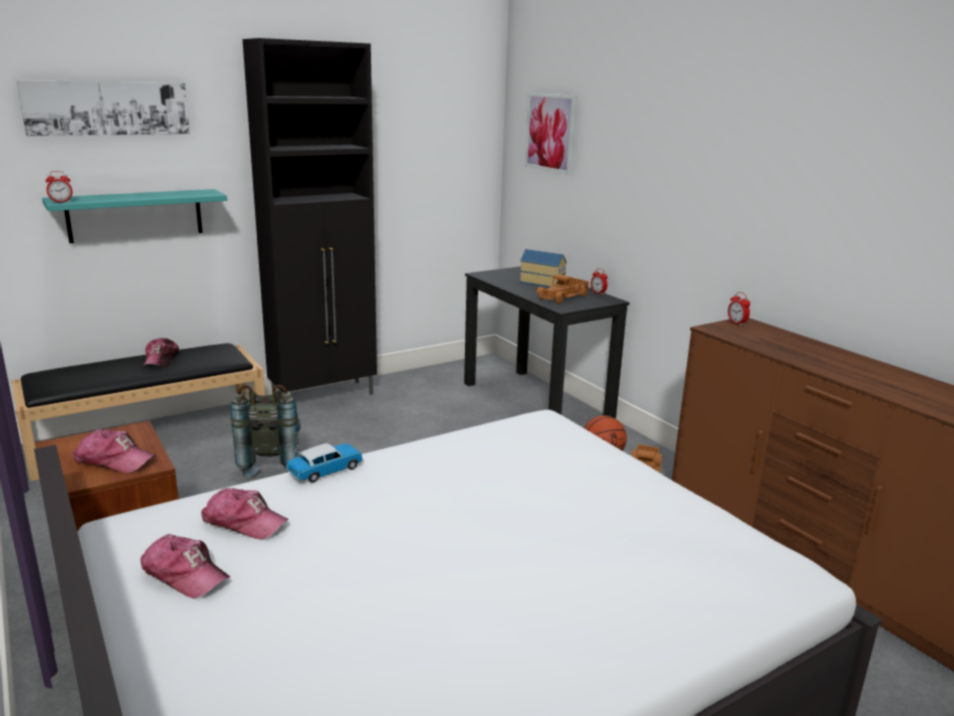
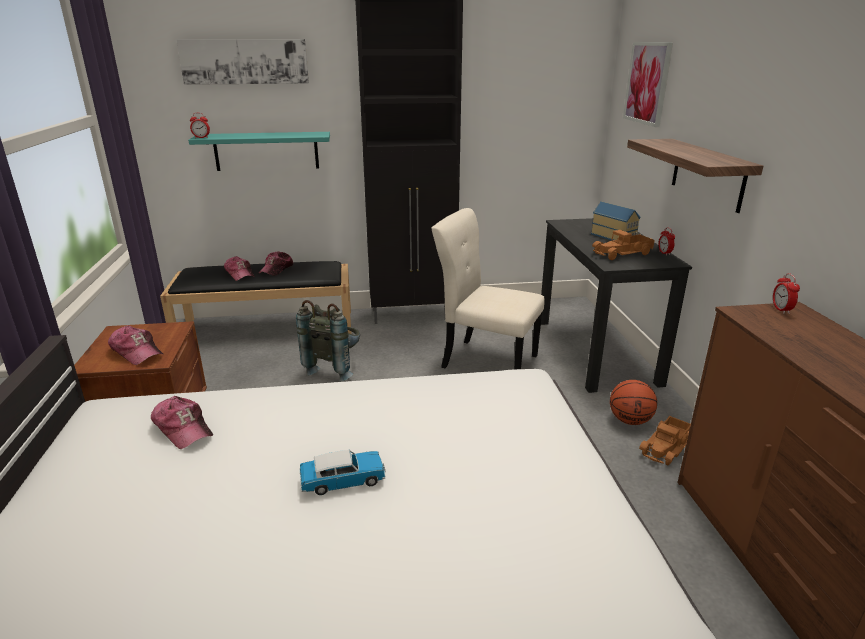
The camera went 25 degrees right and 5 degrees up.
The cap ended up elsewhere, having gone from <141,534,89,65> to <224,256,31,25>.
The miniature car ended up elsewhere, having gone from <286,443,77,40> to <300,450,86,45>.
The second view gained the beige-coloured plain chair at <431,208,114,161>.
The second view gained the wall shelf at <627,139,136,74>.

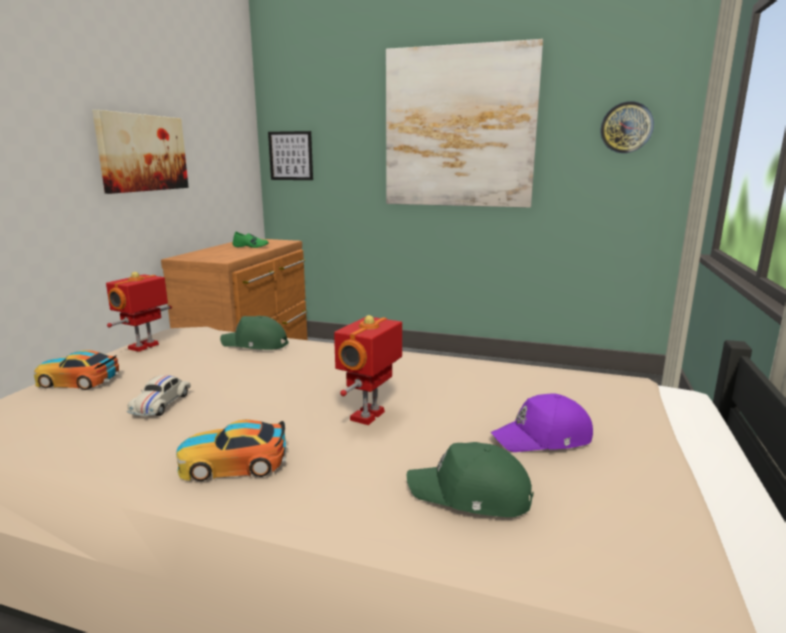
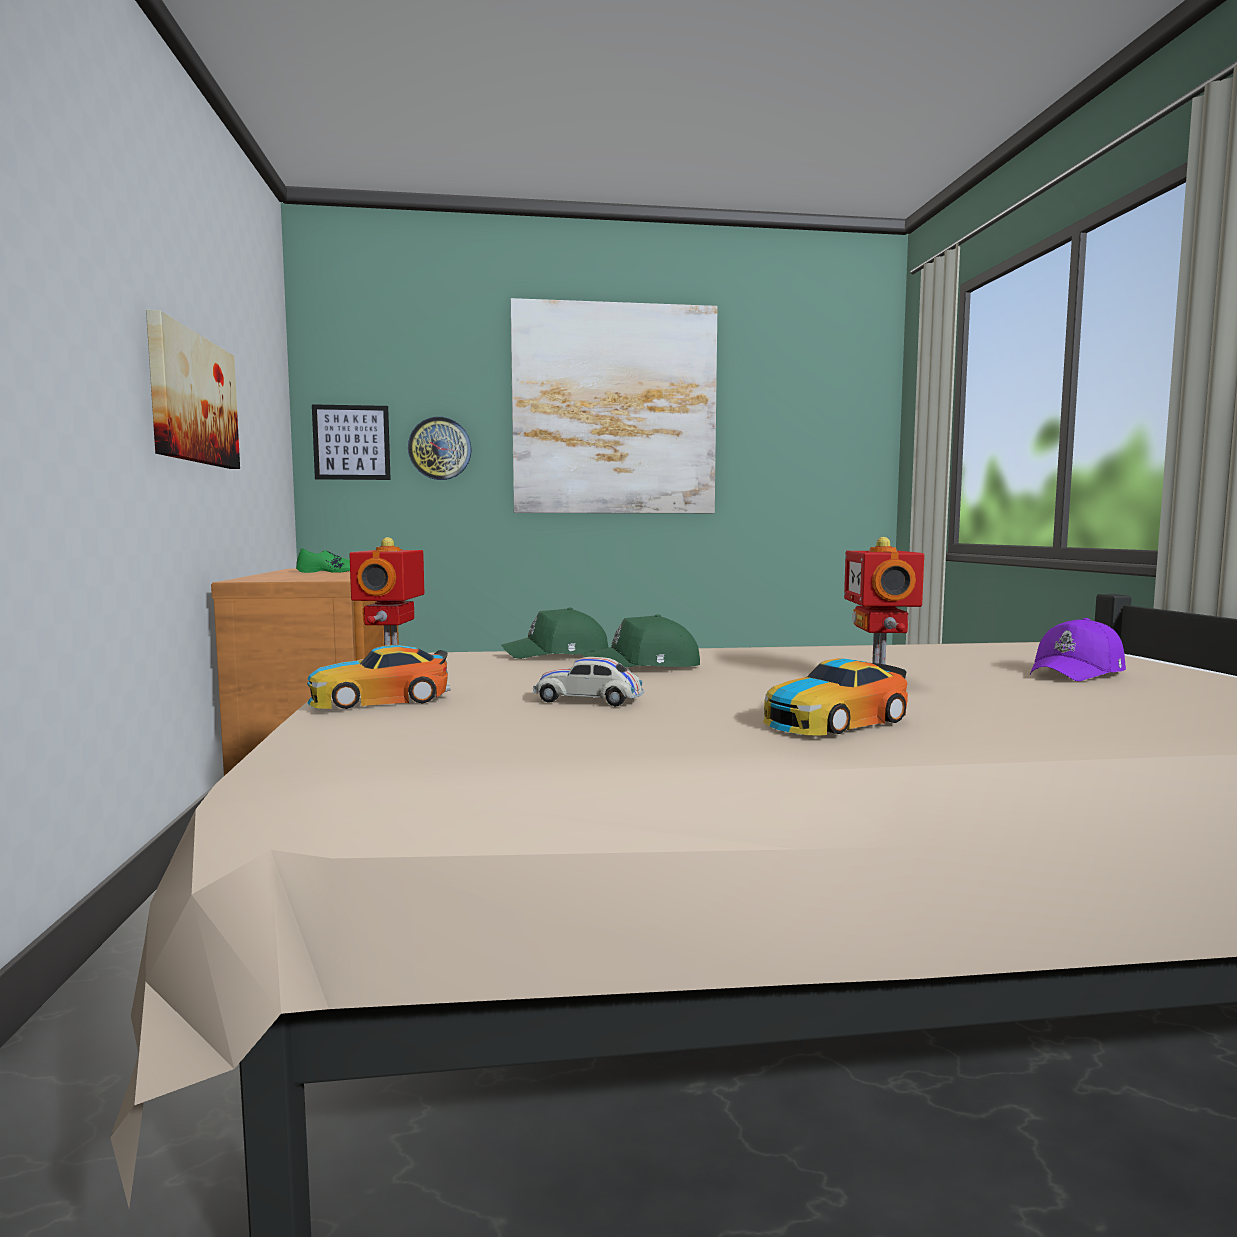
The camera went 25 degrees left and 10 degrees down.
The white-coloured miniature car at <127,375,64,41> ended up facing another way, 120 degrees clockwise from before.
The green-coloured cap ended up elsewhere, having gone from <407,442,127,75> to <583,614,117,53>.
The clock on the wall ended up elsewhere, having gone from <601,101,53,52> to <408,417,64,63>.

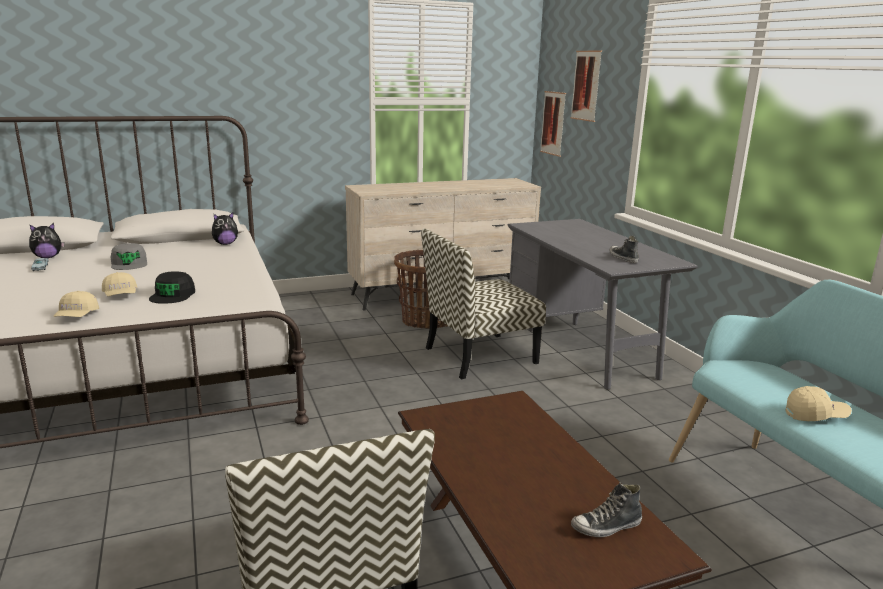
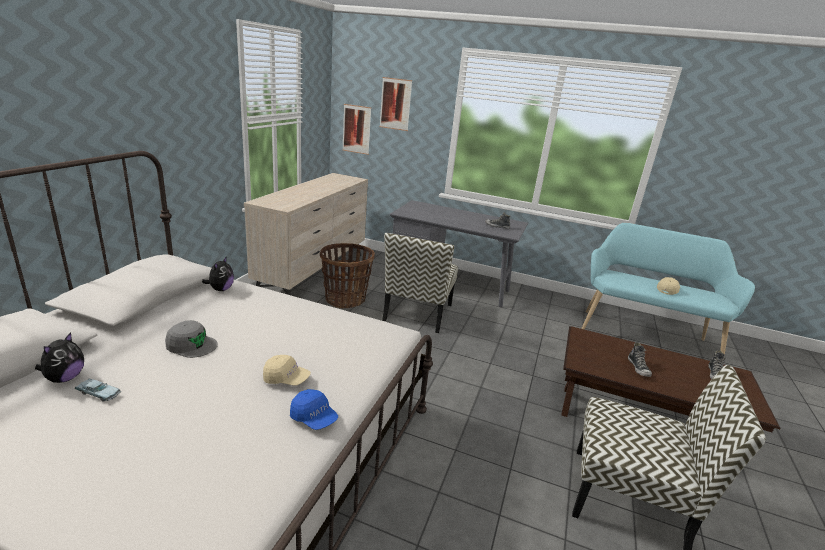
The camera went 50 degrees left and 5 degrees up.
What was the beige-coloured cap at <53,291,46,26> turned into the blue cap at <290,389,48,41>.
The second view lost the black cap at <149,271,46,33>.
The second view gained the low shoe at <628,342,24,35>.

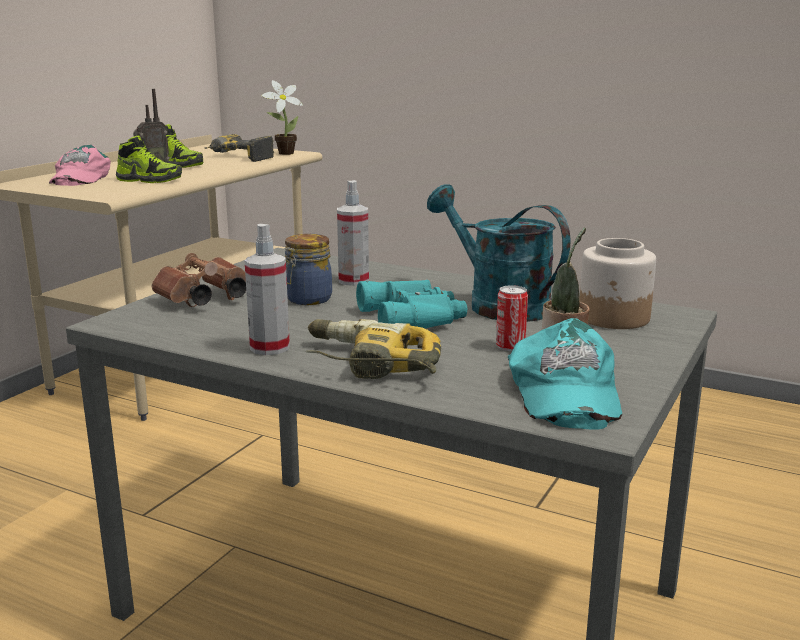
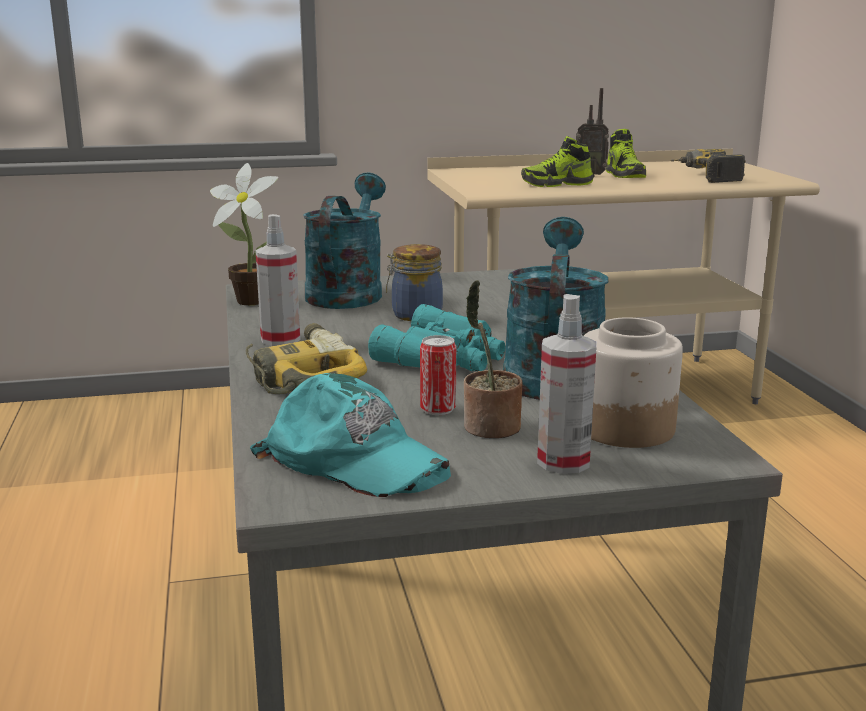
The camera went 50 degrees right and 0 degrees up.
The second view lost the pinkish cap at <49,145,62,41>.
The low shoe at <116,135,66,48> ended up facing another way, 105 degrees clockwise from before.
Where the brown-coloured field glasses stood at <152,253,94,54>, the turquoise watering can came to stand at <303,172,83,137>.
The plant in a pot ended up elsewhere, having gone from <261,80,42,75> to <210,163,69,142>.
The spray bottle ended up elsewhere, having gone from <337,180,32,106> to <537,294,60,180>.
The turquoise cap at <508,318,114,112> ended up facing another way, 105 degrees counterclockwise from before.

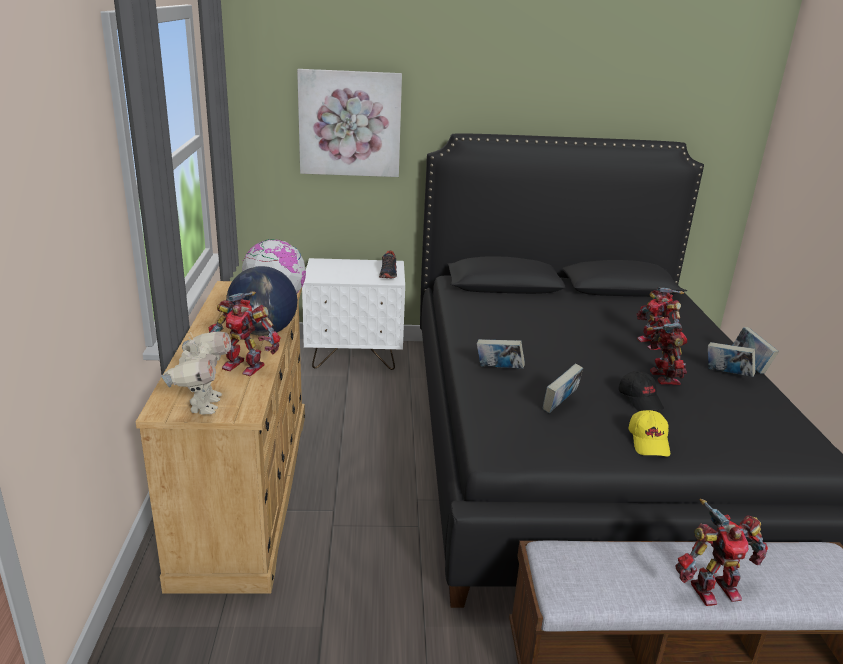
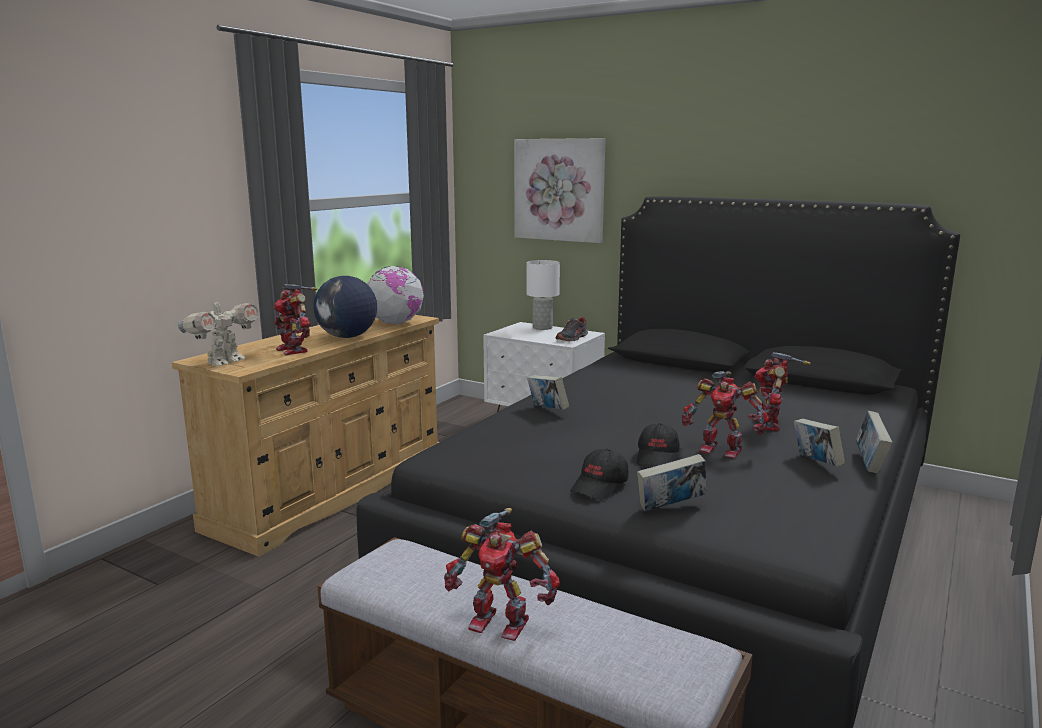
The camera went 35 degrees right and 10 degrees down.
The volume ended up elsewhere, having gone from <543,364,40,49> to <637,454,69,57>.
What was the yellow-coloured cap at <628,410,42,47> turned into the black cap at <570,449,59,51>.
The robot figure at <646,317,41,68> ended up facing another way, 90 degrees clockwise from before.
The second view gained the white-coloured lamp for a table at <526,260,34,70>.

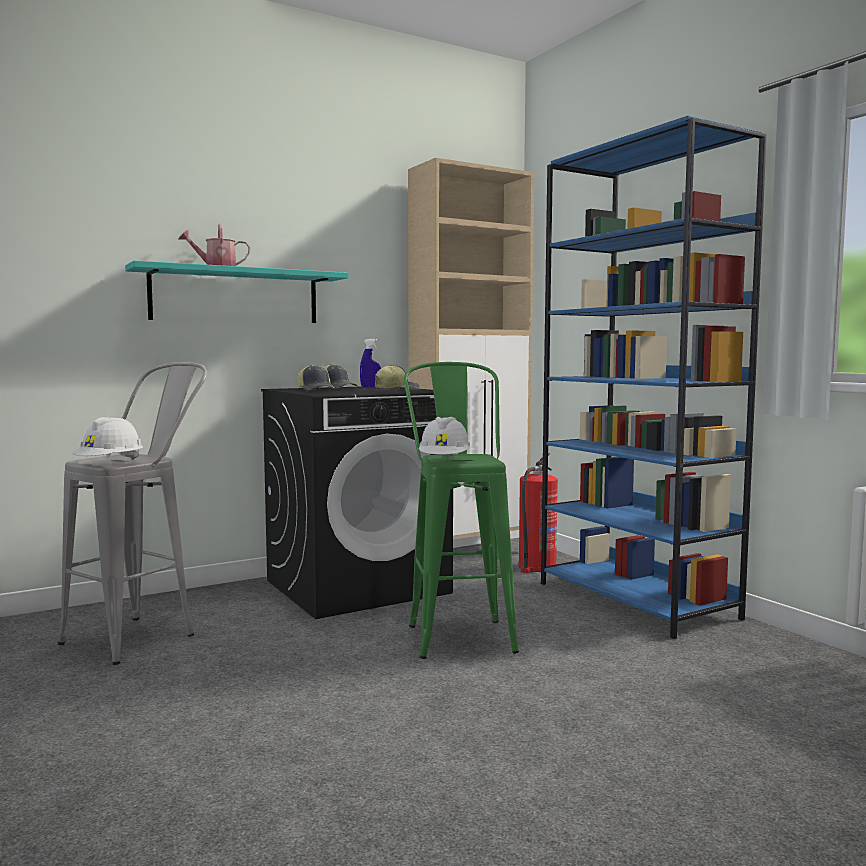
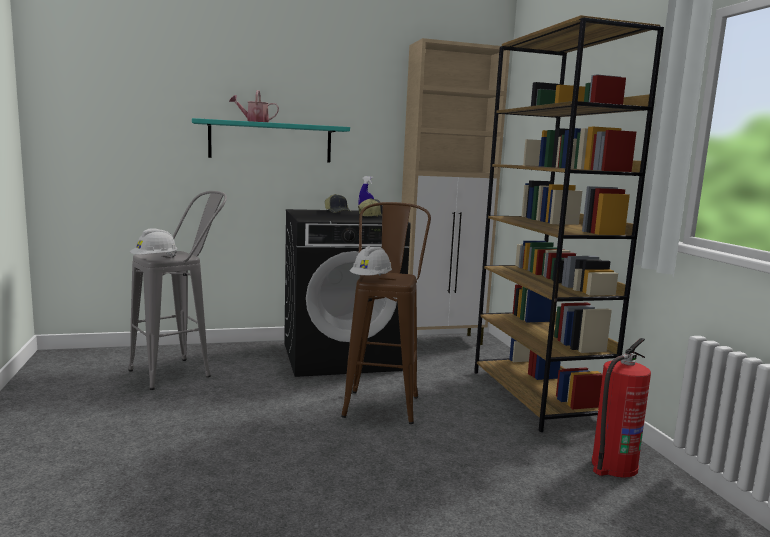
The camera went 15 degrees right and 5 degrees up.
The second view lost the cap at <297,365,38,25>.
What was the green-coloured sitting stool at <404,362,115,297> turned into the brown-coloured sitting stool at <341,202,90,222>.
The fire-fighting cylinder ended up elsewhere, having gone from <518,453,40,120> to <591,338,60,140>.
What was the blue bookcase at <541,116,226,523> turned into the brown-coloured bookcase at <474,15,190,417>.

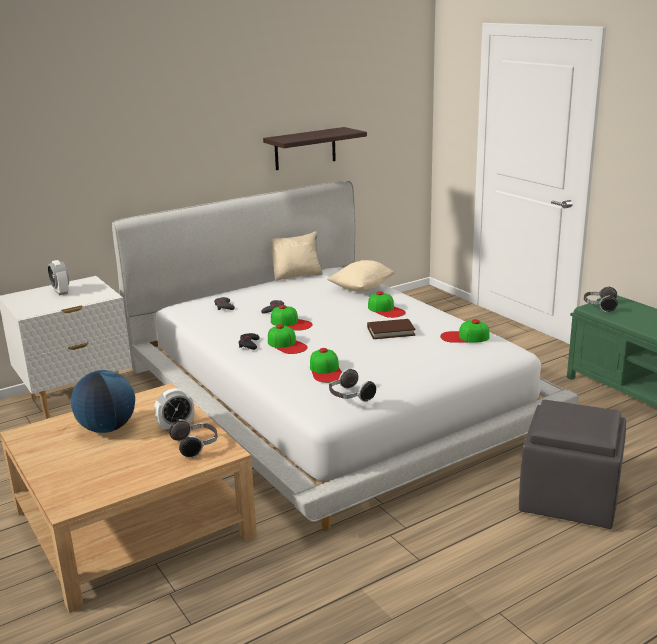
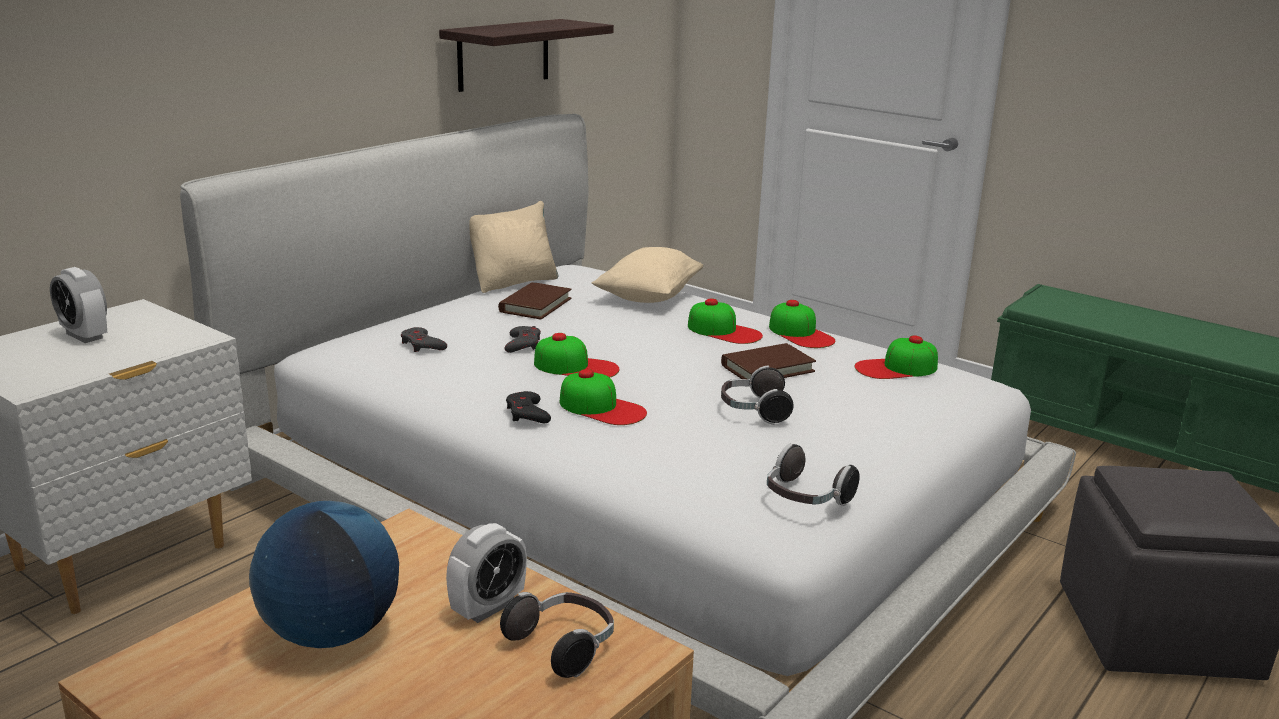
The camera went 20 degrees left and 0 degrees up.
The cap ended up elsewhere, having gone from <310,348,32,35> to <769,300,66,48>.
The pair of headphones ended up elsewhere, having gone from <584,286,34,26> to <721,366,73,59>.
The second view gained the brown-coloured volume at <498,282,74,37>.

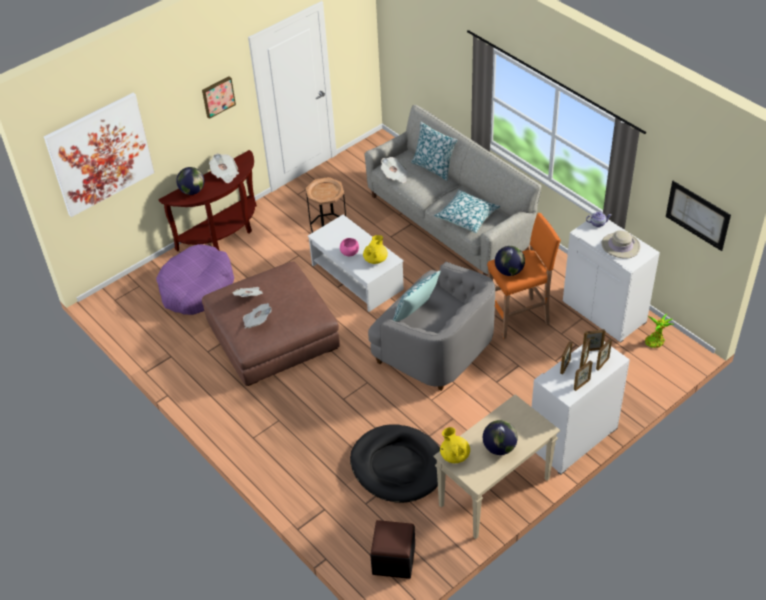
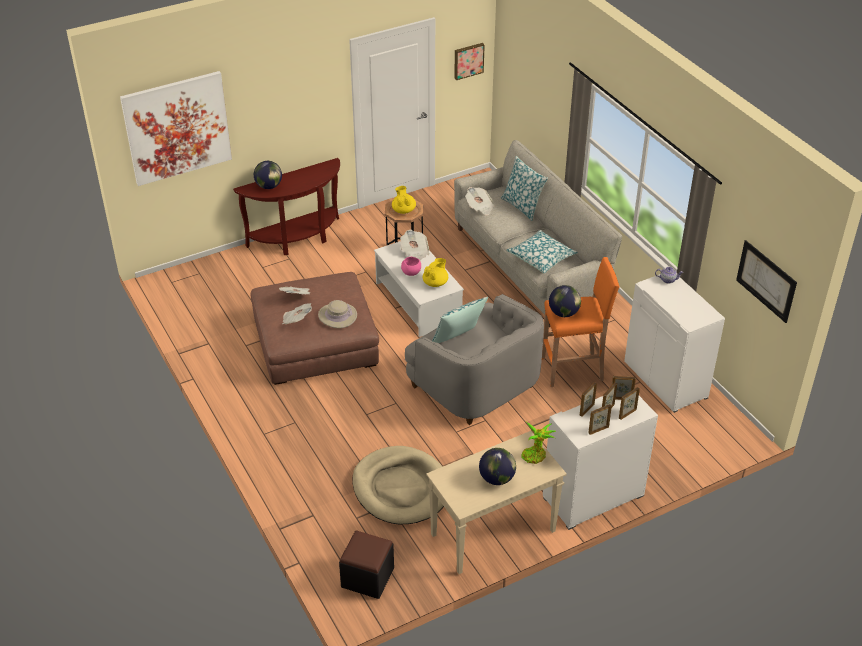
The camera went 10 degrees right and 5 degrees down.
The second view lost the purple dog cushion at <156,244,78,71>.
The wall picture ended up elsewhere, having gone from <202,76,34,43> to <454,43,31,37>.
The newspaper ended up elsewhere, having gone from <209,153,30,30> to <400,230,30,31>.
What was the black dog cushion at <350,424,90,79> turned into the beige-coloured dog cushion at <352,446,92,78>.
The yellow-coloured teapot ended up elsewhere, having gone from <440,427,30,36> to <392,186,24,28>.
The beige-coloured hat ended up elsewhere, having gone from <601,230,39,29> to <318,300,39,28>.
The plant in a pot ended up elsewhere, having gone from <645,314,30,34> to <521,422,35,42>.

